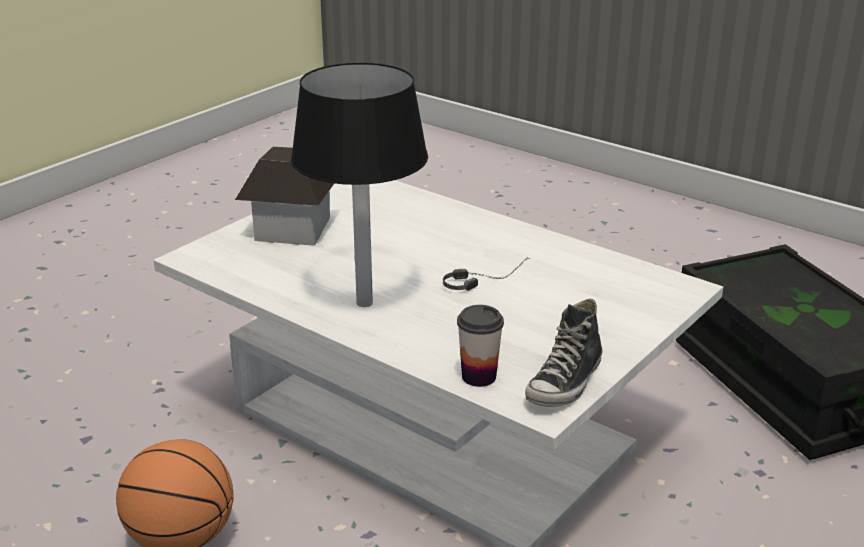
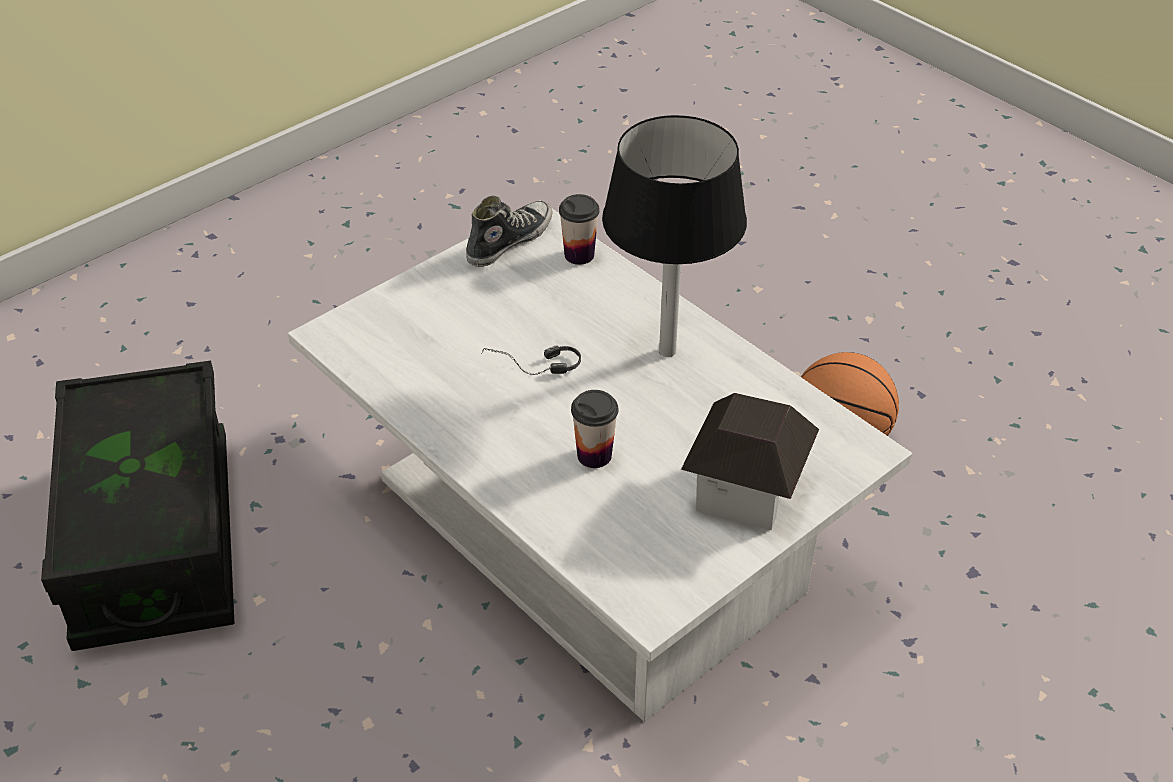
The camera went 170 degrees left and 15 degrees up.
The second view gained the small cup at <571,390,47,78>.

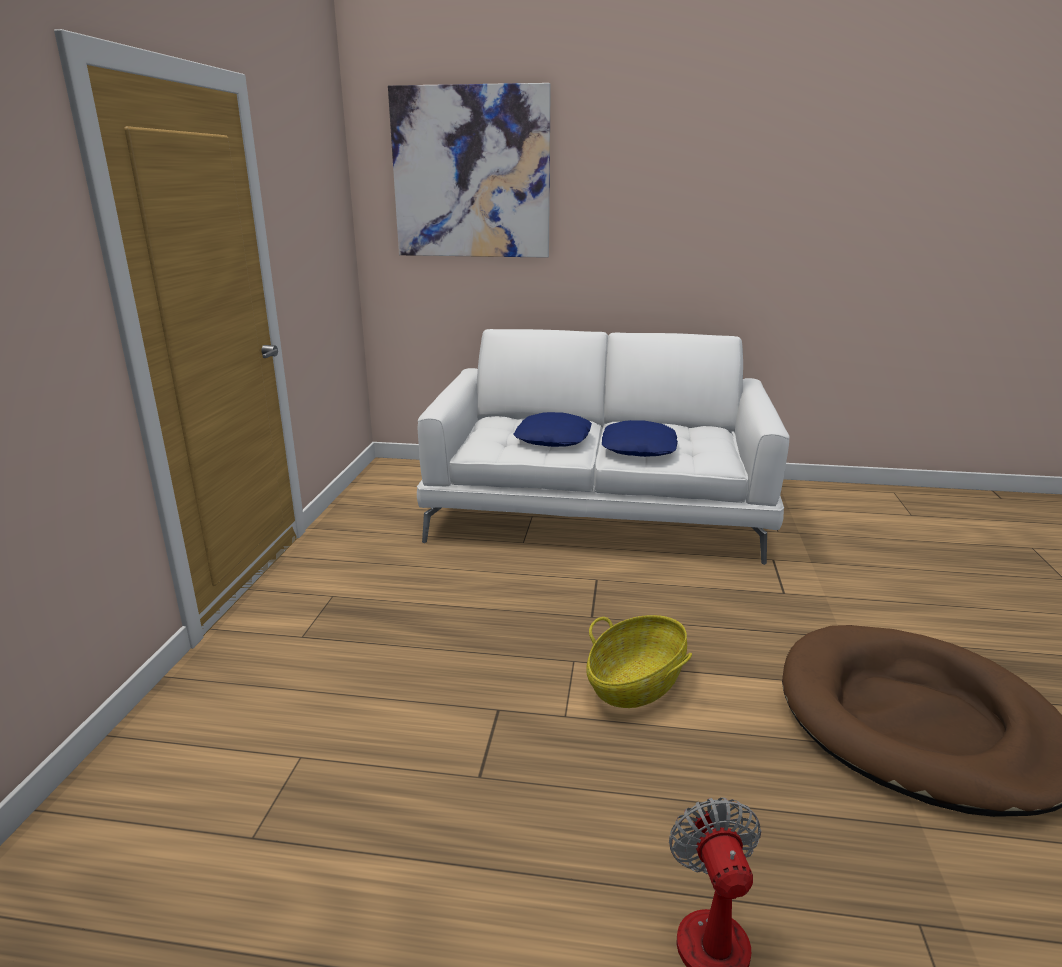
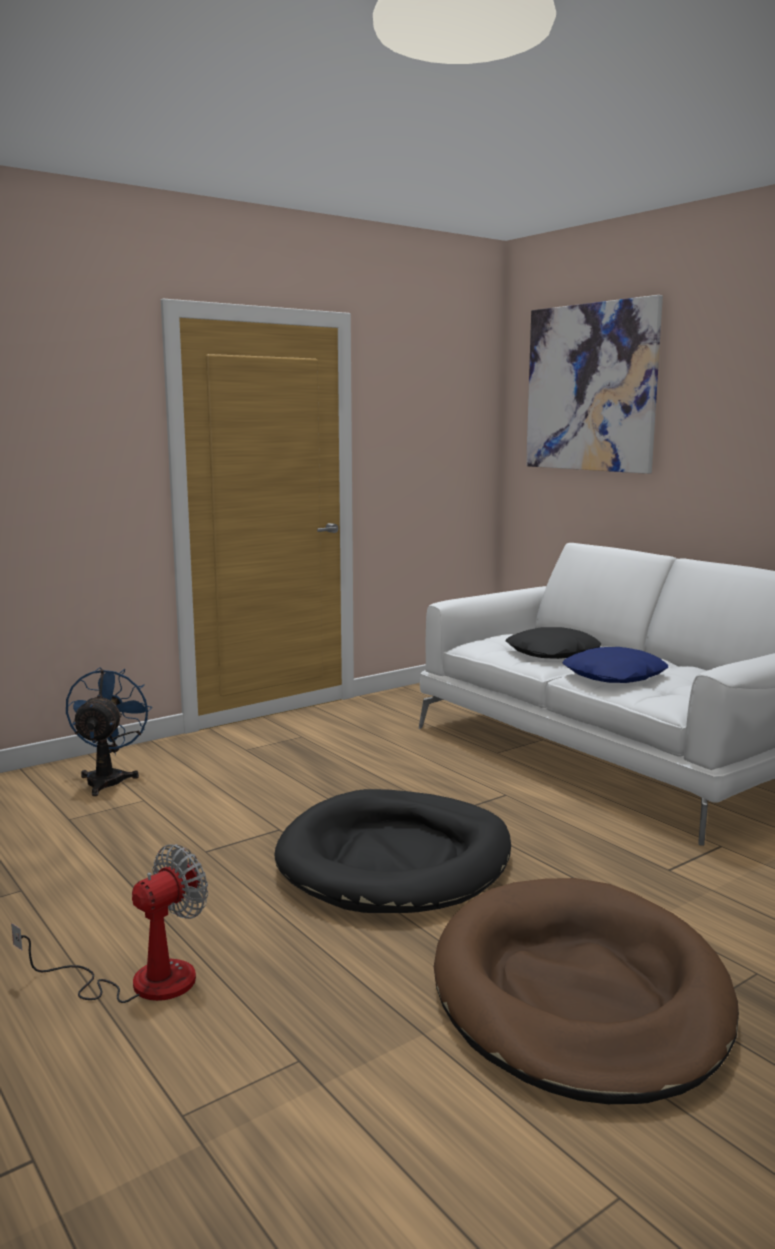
The camera went 45 degrees right and 10 degrees down.
What was the blue cushion at <513,412,79,35> turned into the black cushion at <505,627,96,32>.
Where the household basket stood at <586,615,106,93>, the black dog cushion came to stand at <274,789,237,124>.
The second view gained the blue cooling fan at <66,667,86,129>.

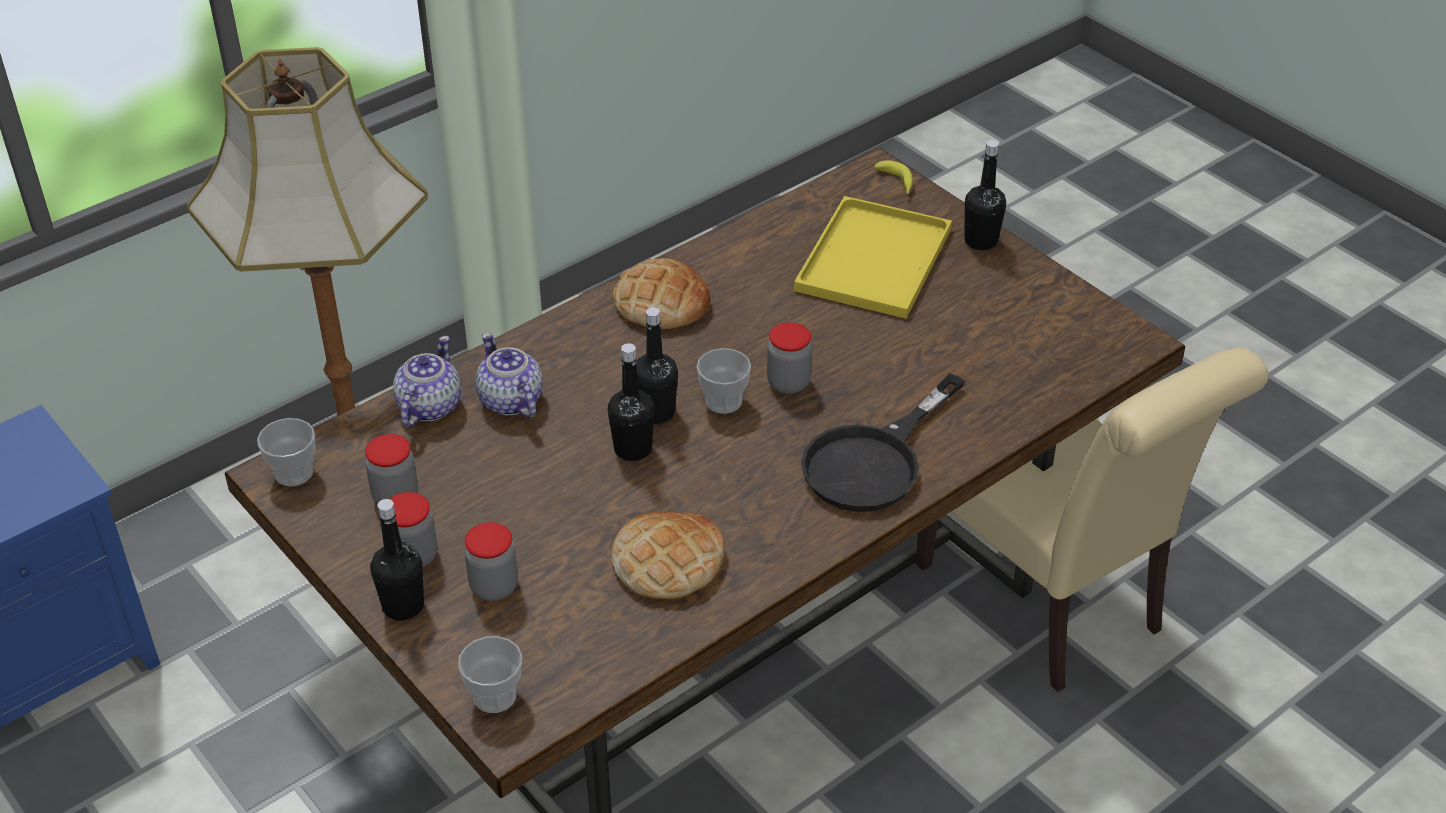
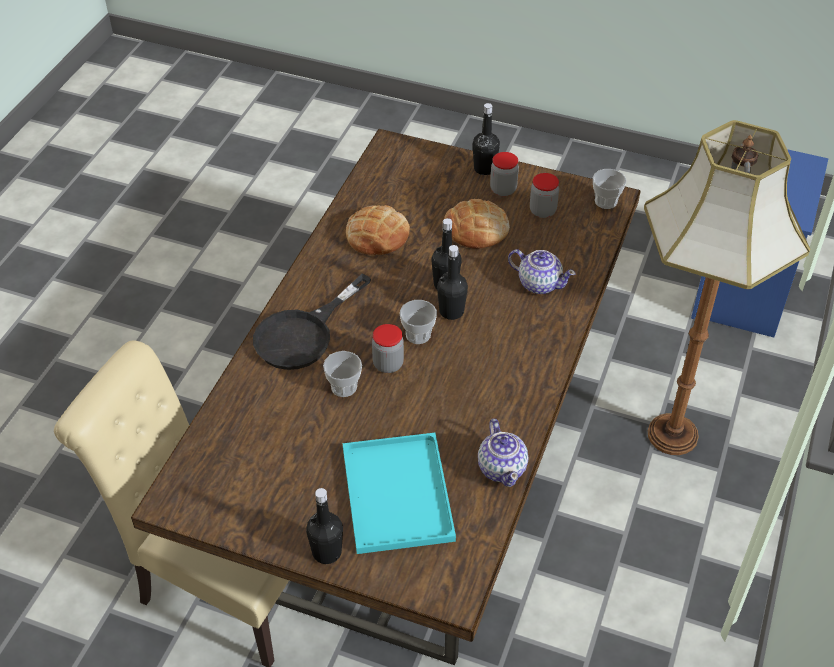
The camera went 150 degrees right and 5 degrees up.
The teapot ended up elsewhere, having gone from <393,336,68,91> to <478,419,50,68>.
The small cup ended up elsewhere, having gone from <458,636,64,77> to <323,351,39,46>.
The second view lost the preserve jar at <464,522,54,79>.
The bakery bread ended up elsewhere, having gone from <613,258,97,71> to <444,199,66,50>.
What was the yellow-coloured serving tray at <794,196,158,123> turned into the turquoise serving tray at <343,433,113,121>.
The black pan at <801,373,164,139> ended up facing another way, 150 degrees counterclockwise from before.
The second view lost the whole banana at <874,160,39,35>.

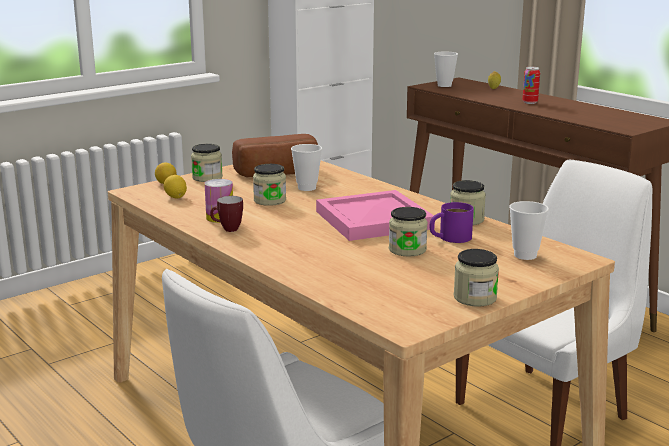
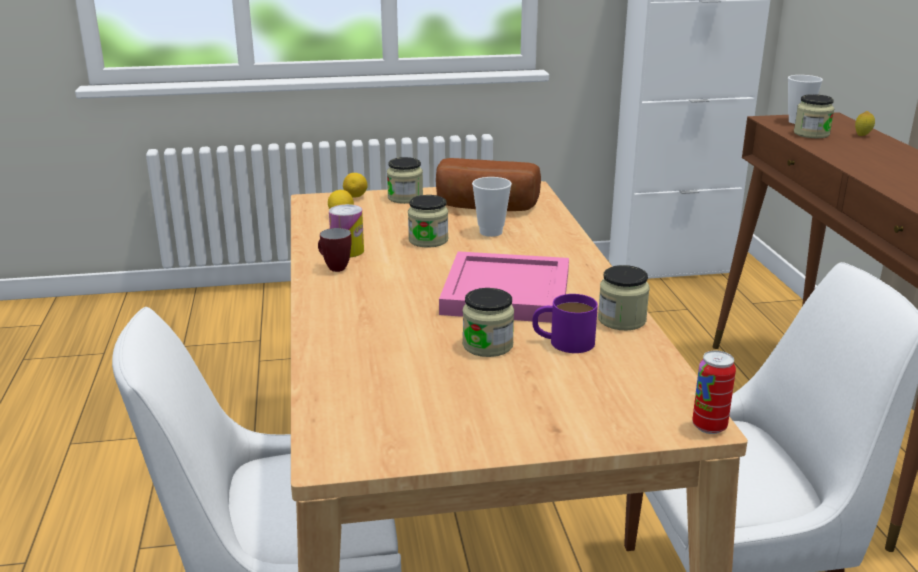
The camera went 30 degrees right and 5 degrees up.
The preserve jar ended up elsewhere, having gone from <453,249,46,57> to <794,94,40,44>.
The second view lost the small cup at <509,201,40,59>.
The metal can ended up elsewhere, having gone from <522,67,18,37> to <692,351,44,83>.

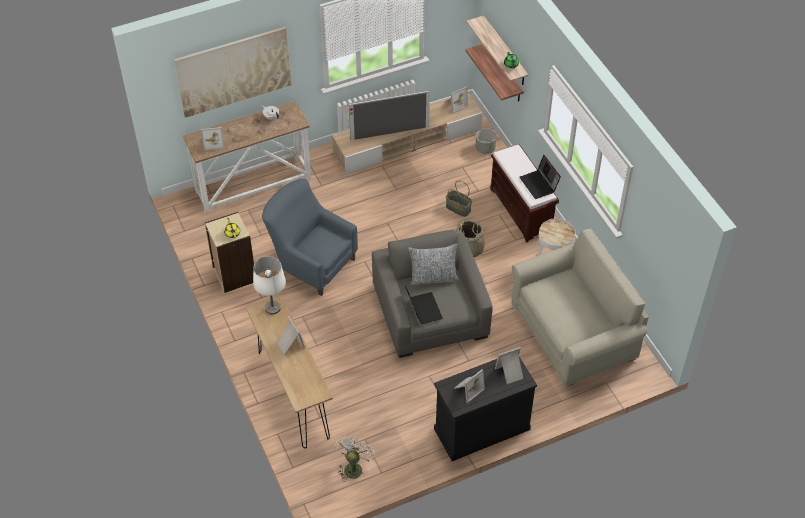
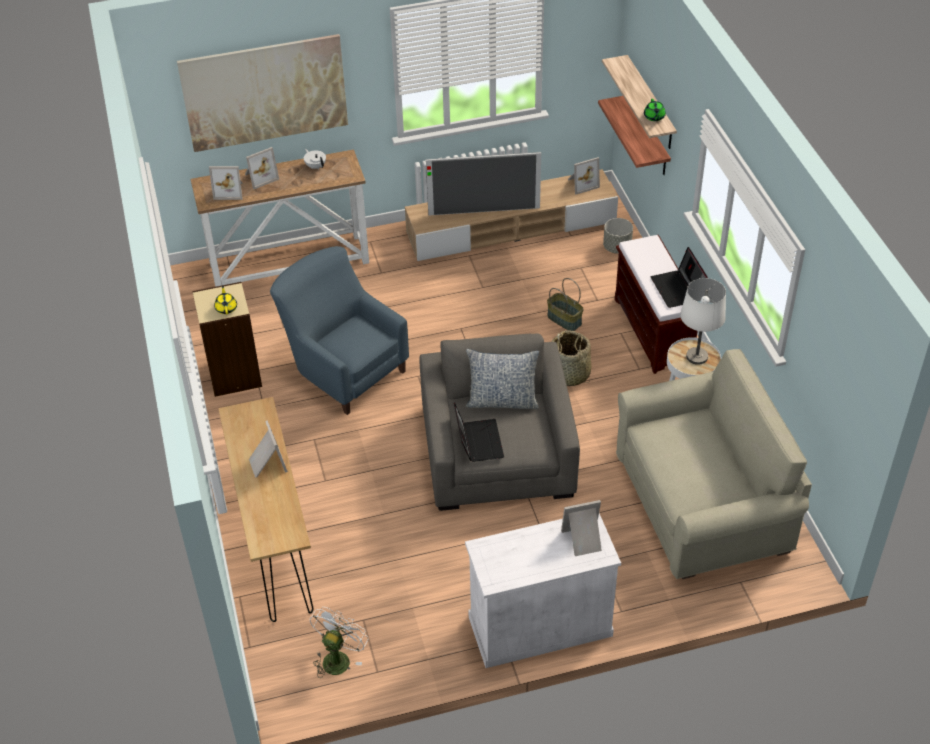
The camera went 10 degrees right and 5 degrees down.
The white-coloured lamp for a table ended up elsewhere, having gone from <253,256,33,59> to <680,278,46,87>.
What was the black cupboard at <434,357,103,104> turned into the white-coloured cupboard at <465,513,156,155>.
The picture frame ended up elsewhere, having gone from <455,369,30,34> to <245,147,34,42>.

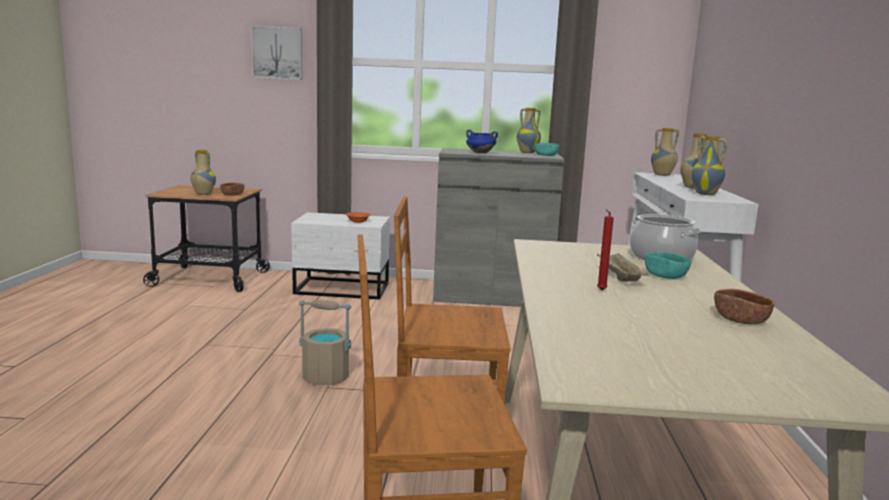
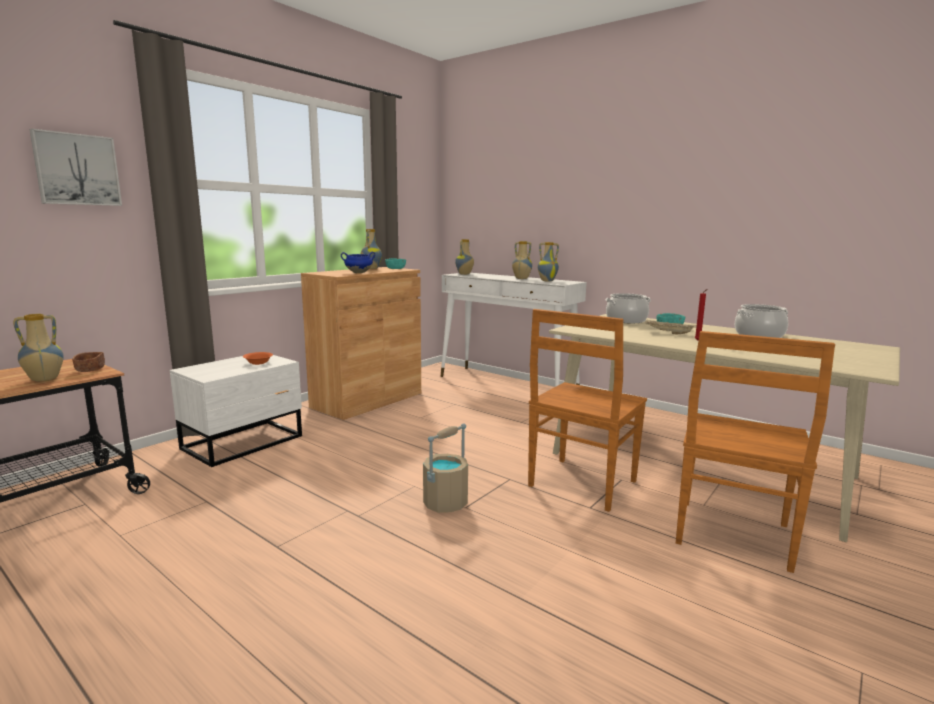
The camera went 55 degrees left and 0 degrees up.
What was the grey cupboard at <433,148,131,159> turned into the brown-coloured cupboard at <301,267,120,153>.
Where the brown-coloured bowl stood at <714,289,61,35>, the cooking pot came to stand at <735,304,53,34>.

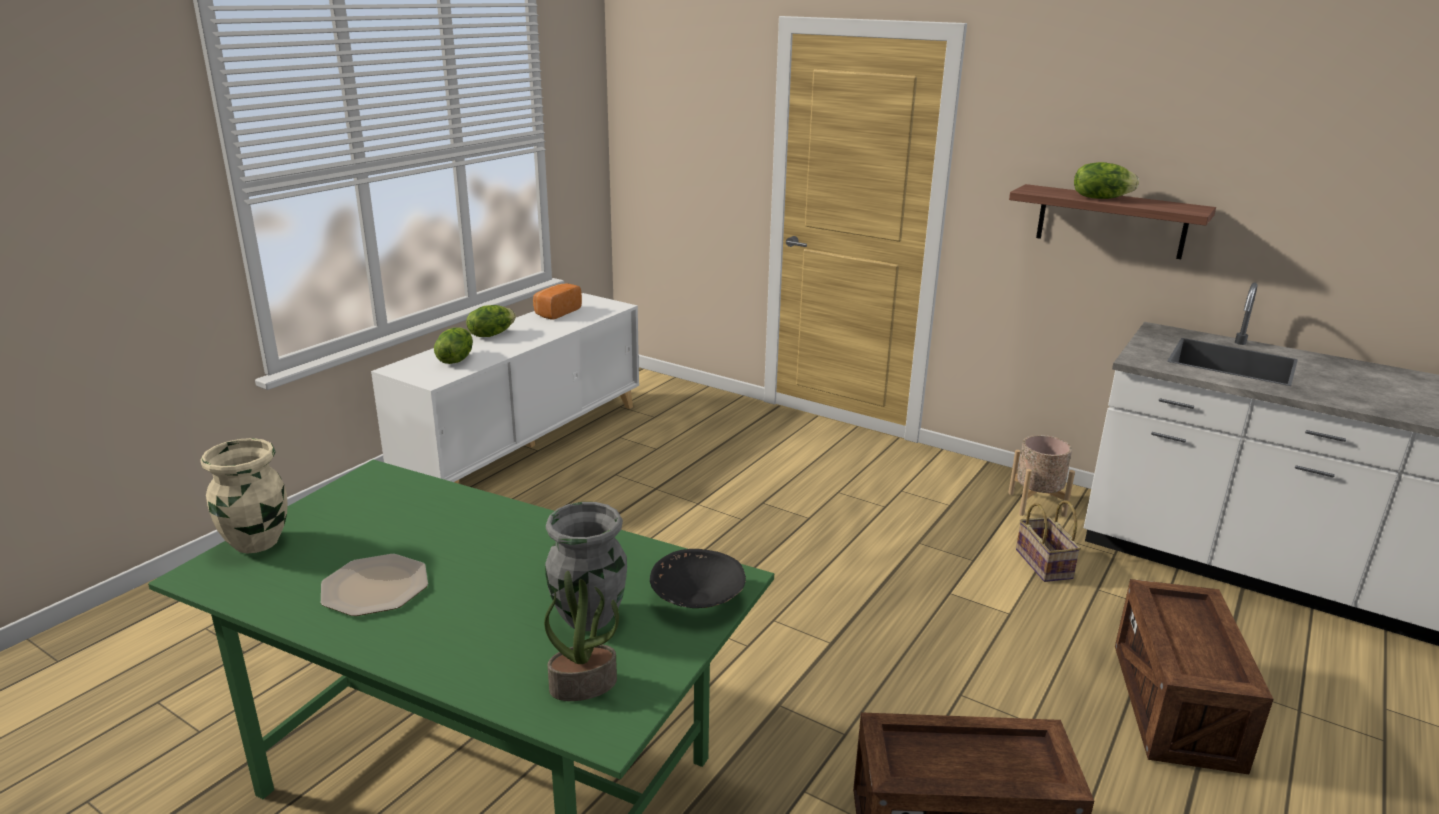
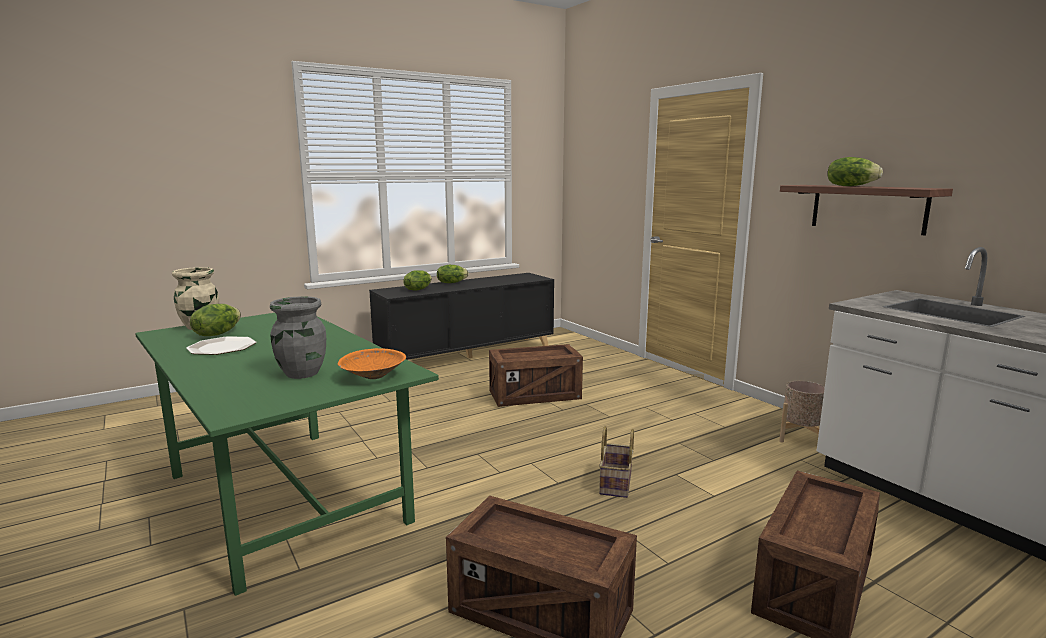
The camera went 25 degrees right and 10 degrees down.
What was the white-coloured cupboard at <371,293,268,190> turned into the black cupboard at <369,273,185,87>.
The second view lost the bakery bread at <533,283,49,36>.
The second view lost the plant in a pot at <544,571,75,130>.
What was the black bowl at <650,549,96,59> turned into the orange bowl at <338,348,68,31>.
The household basket ended up elsewhere, having gone from <1016,500,65,82> to <599,426,35,72>.
The second view gained the lettuce head at <190,304,51,32>.
The second view gained the crate at <489,344,94,63>.

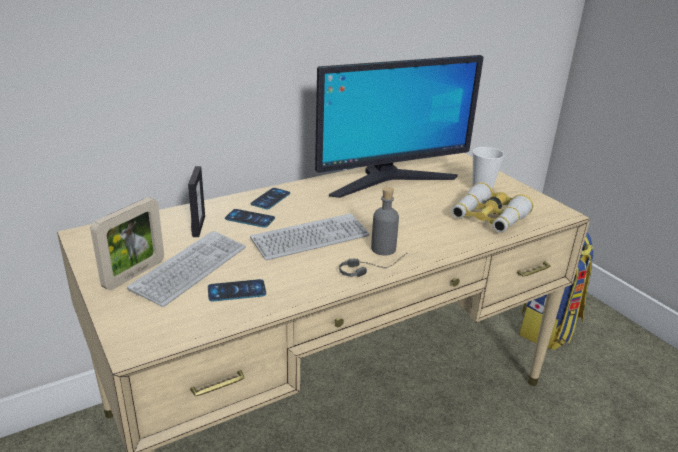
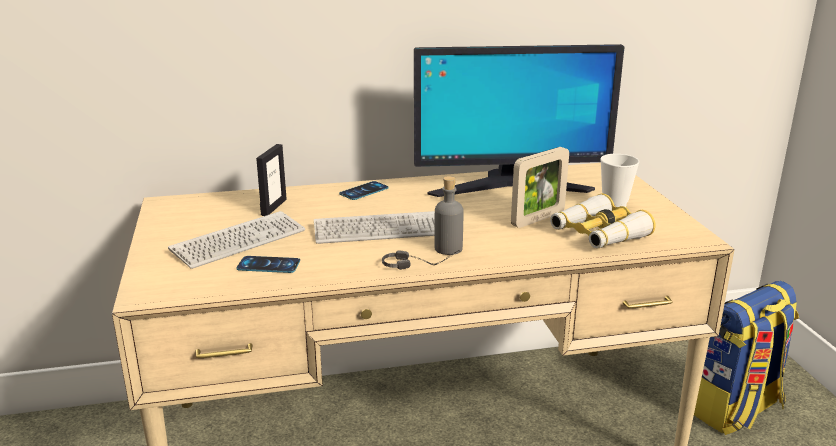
The camera went 20 degrees right and 5 degrees down.
The picture frame ended up elsewhere, having gone from <90,197,74,93> to <511,147,58,81>.
The second view lost the phone at <225,209,50,19>.

